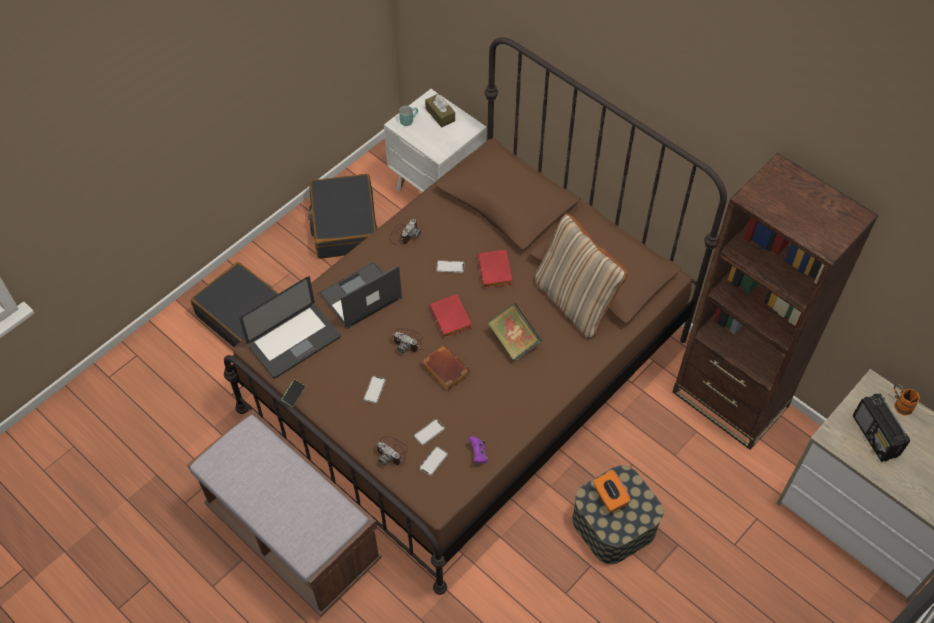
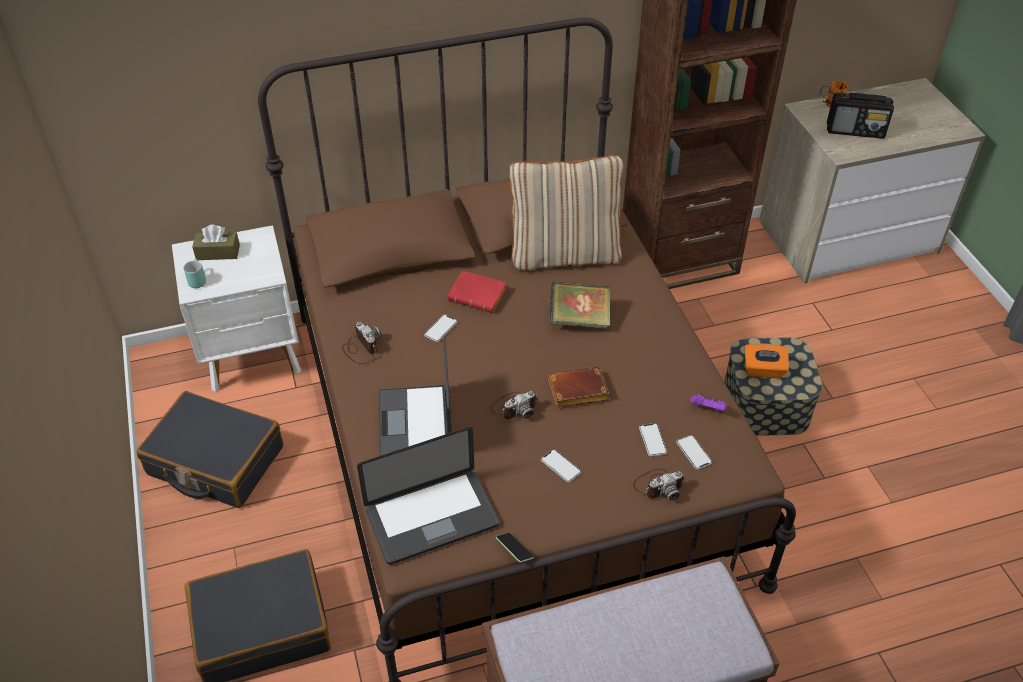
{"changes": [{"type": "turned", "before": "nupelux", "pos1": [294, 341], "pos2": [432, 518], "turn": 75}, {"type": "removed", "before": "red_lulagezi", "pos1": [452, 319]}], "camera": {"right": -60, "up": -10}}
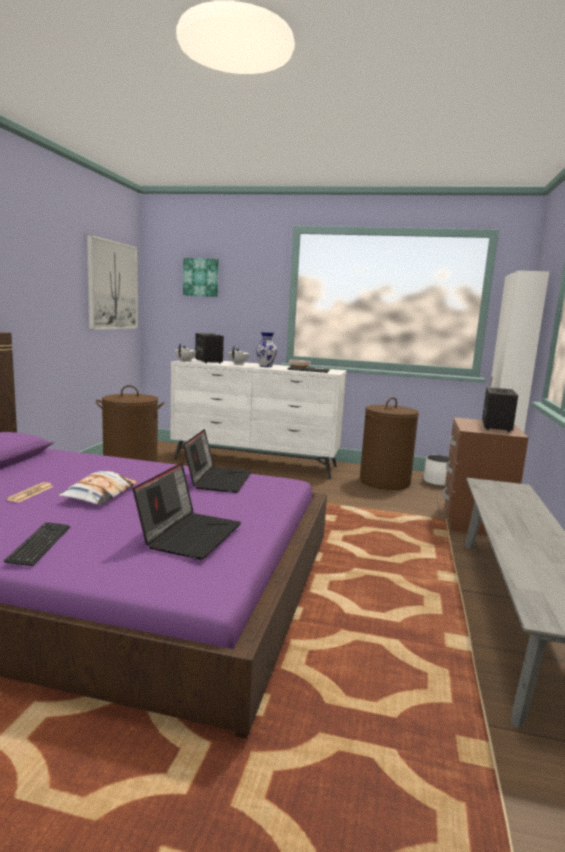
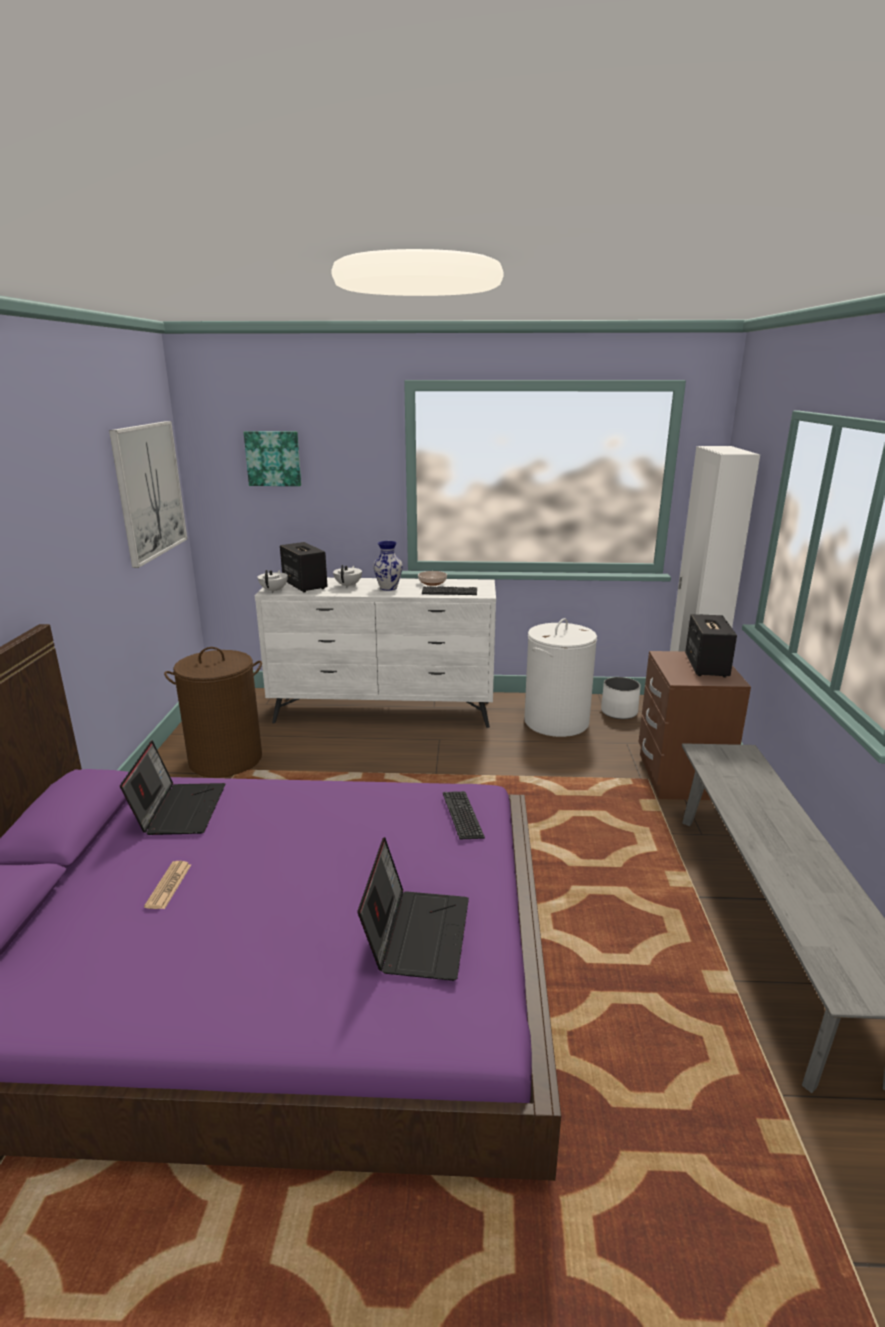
{"changes": [{"type": "moved", "before": "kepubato", "pos1": [39, 545], "pos2": [462, 816]}, {"type": "removed", "before": "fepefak", "pos1": [100, 494]}, {"type": "moved", "before": "nupelux", "pos1": [218, 480], "pos2": [179, 809]}, {"type": "recoloured", "before": "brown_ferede", "after": "white_ferede", "pos1": [384, 481], "pos2": [556, 722]}], "camera": {"right": -10, "up": 10}}
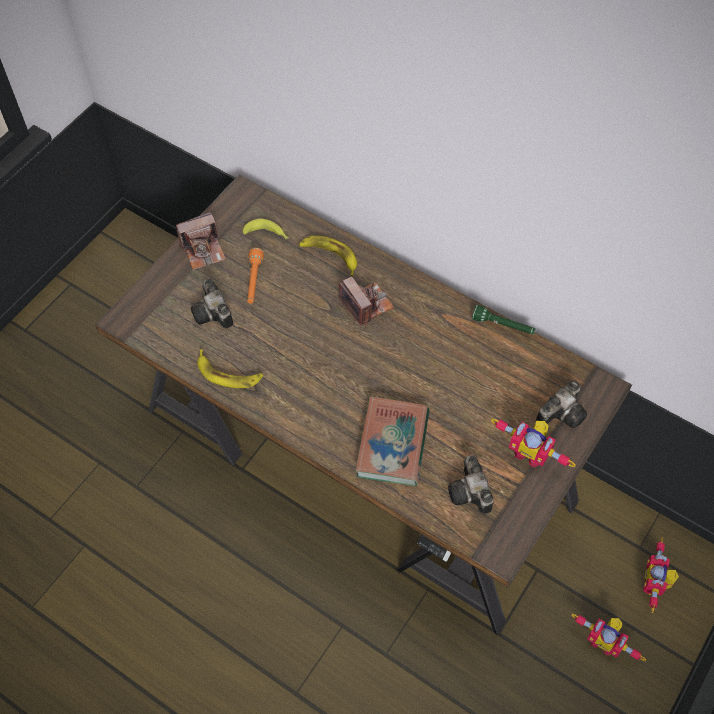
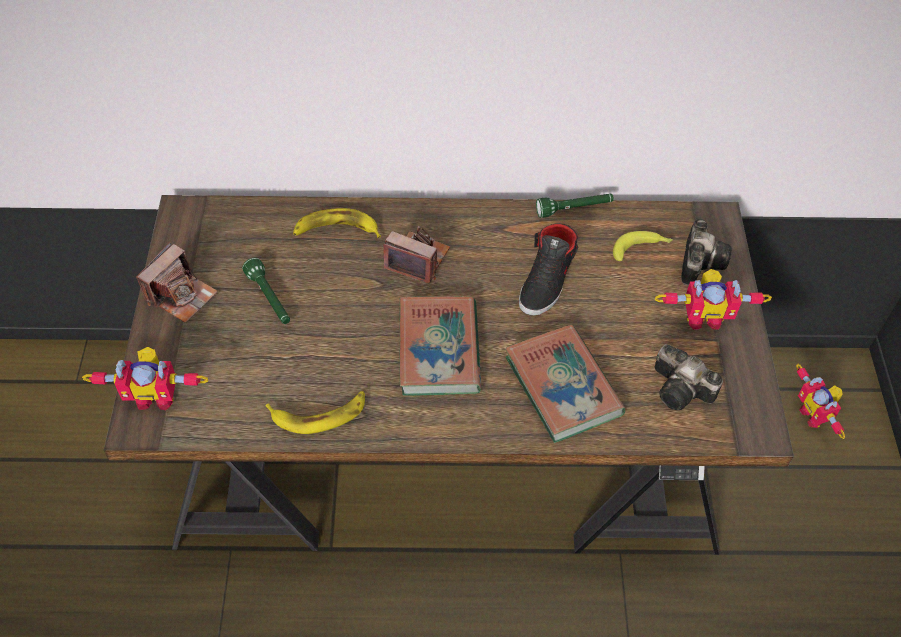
{"changes": [{"type": "removed", "before": "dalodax", "pos1": [214, 314]}, {"type": "moved", "before": "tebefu", "pos1": [267, 234], "pos2": [641, 249]}, {"type": "recoloured", "before": "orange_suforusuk", "after": "green_suforusuk", "pos1": [254, 281], "pos2": [269, 298]}, {"type": "moved", "before": "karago", "pos1": [604, 641], "pos2": [156, 395]}, {"type": "added", "after": "lulagezi", "pos2": [439, 350]}, {"type": "added", "after": "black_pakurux", "pos2": [547, 281]}], "camera": {"right": -35, "up": -5}}
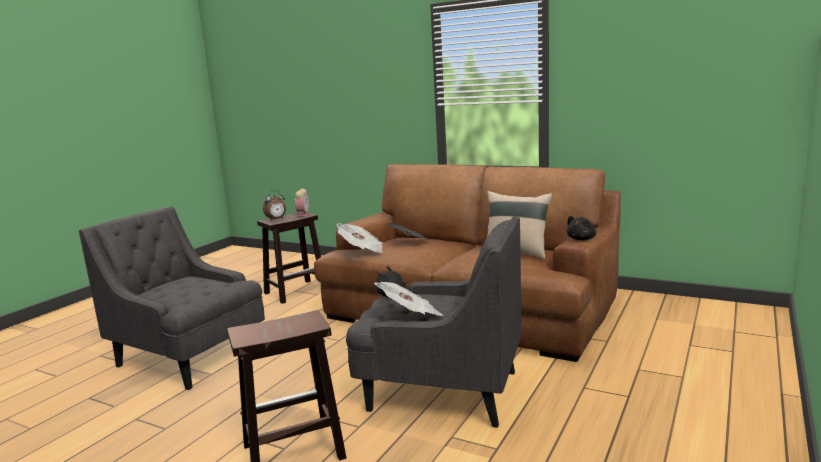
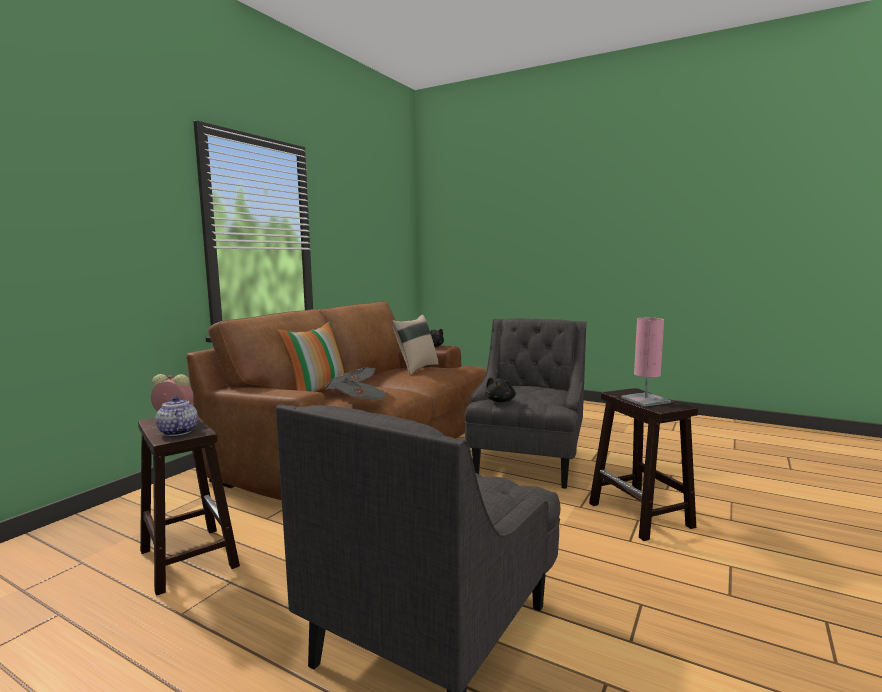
{"changes": [{"type": "replaced", "before": "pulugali", "after": "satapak", "pos1": [276, 219], "pos2": [177, 432]}, {"type": "removed", "before": "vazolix", "pos1": [410, 315]}, {"type": "added", "after": "fepefak", "pos2": [317, 391]}, {"type": "added", "after": "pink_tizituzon", "pos2": [645, 400]}], "camera": {"right": -90, "up": -5}}
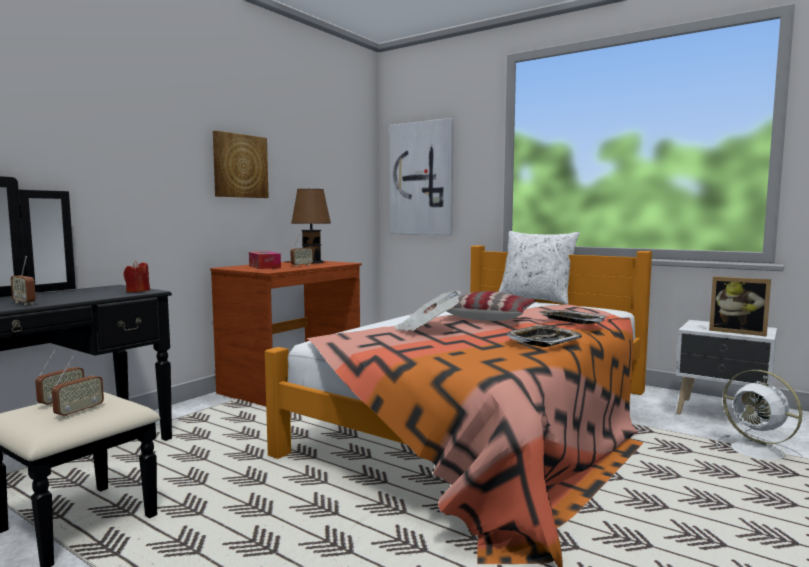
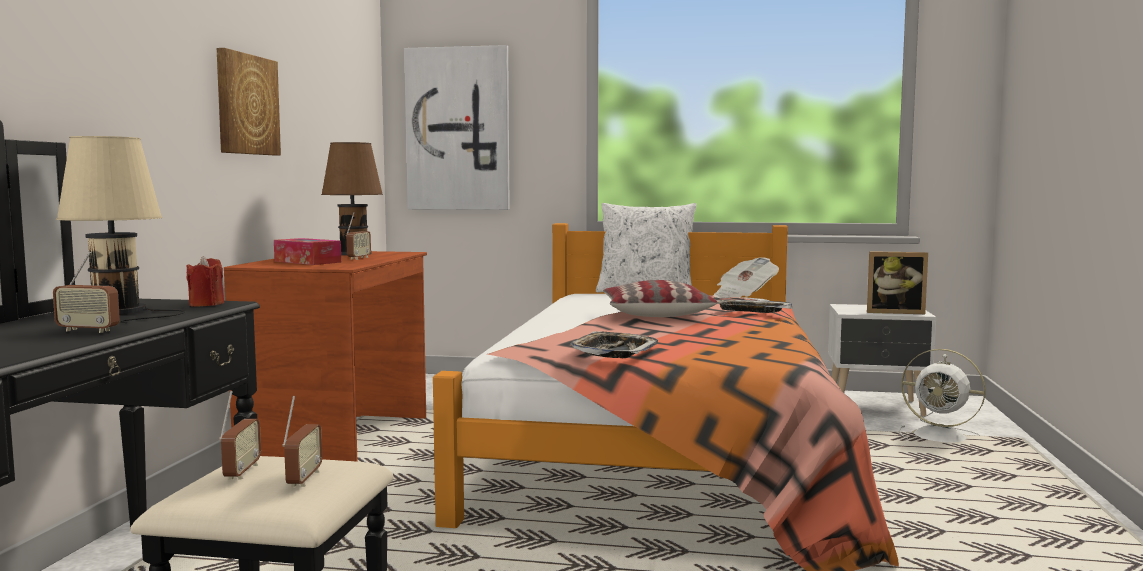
{"changes": [{"type": "moved", "before": "vazolix", "pos1": [427, 329], "pos2": [743, 296]}, {"type": "moved", "before": "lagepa", "pos1": [543, 341], "pos2": [614, 352]}, {"type": "added", "after": "beige_tizituzon", "pos2": [121, 311]}], "camera": {"right": -25, "up": 0}}
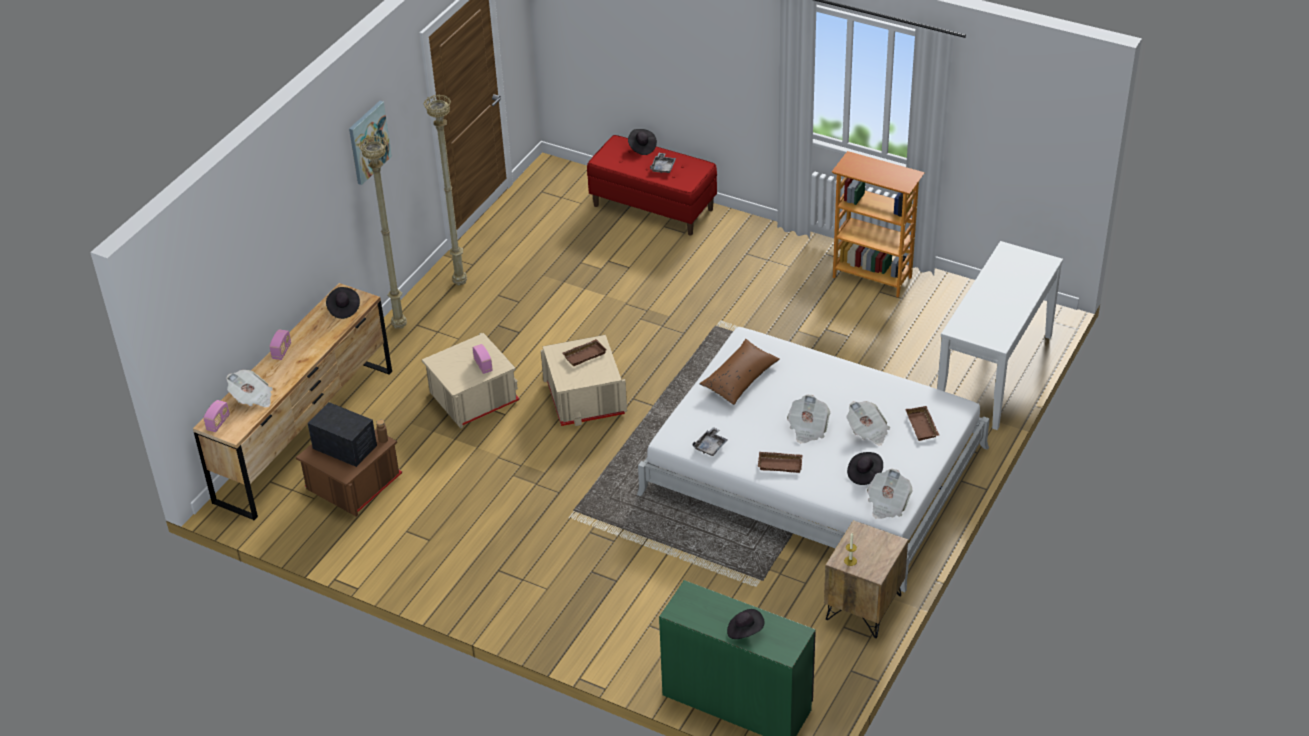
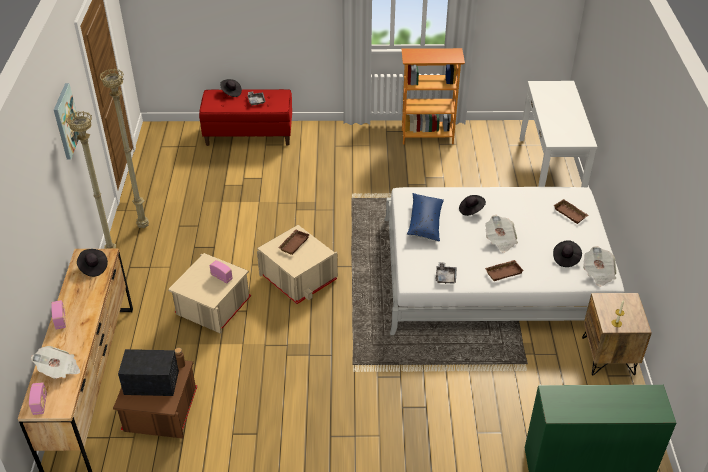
{"changes": [{"type": "recoloured", "before": "brown_fepefak", "after": "blue_fepefak", "pos1": [739, 379], "pos2": [425, 222]}, {"type": "moved", "before": "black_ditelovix", "pos1": [745, 631], "pos2": [471, 210]}, {"type": "removed", "before": "vazolix", "pos1": [868, 431]}], "camera": {"right": -30, "up": 0}}
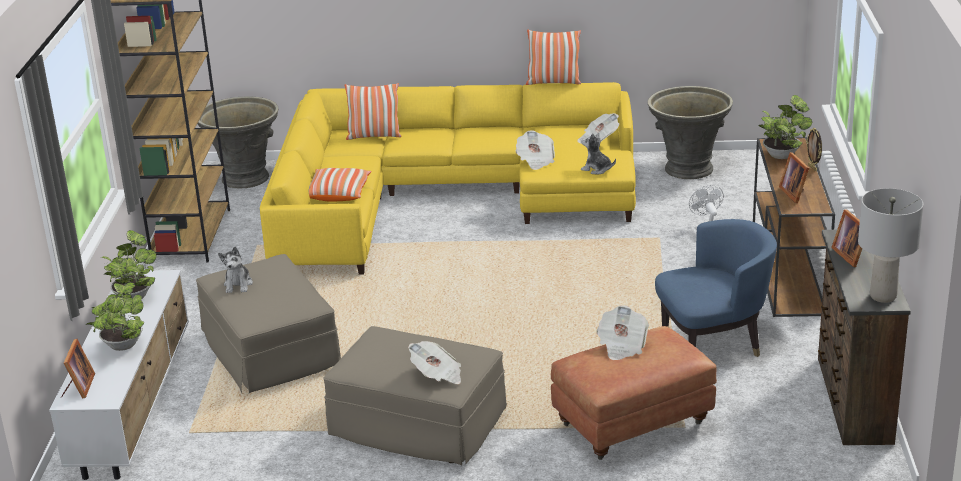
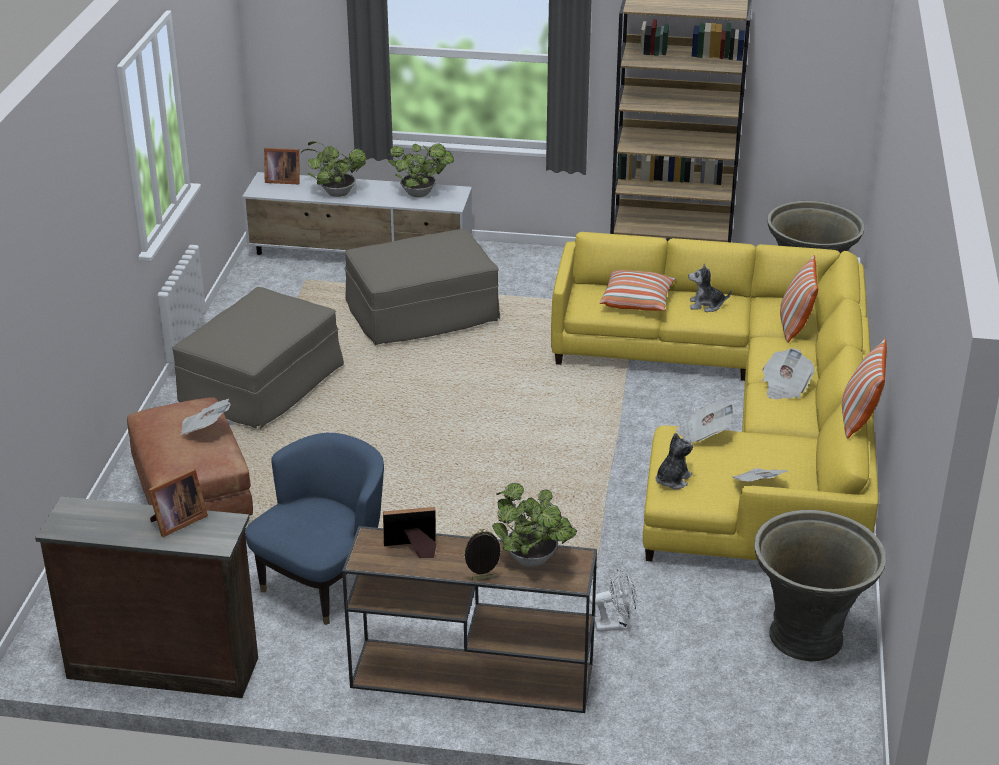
{"changes": [{"type": "moved", "before": "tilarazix", "pos1": [238, 285], "pos2": [706, 305]}, {"type": "moved", "before": "vazolix", "pos1": [437, 375], "pos2": [785, 387]}, {"type": "turned", "before": "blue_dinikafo", "pos1": [713, 343], "pos2": [324, 582], "turn": -135}, {"type": "turned", "before": "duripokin", "pos1": [850, 255], "pos2": [176, 522], "turn": 150}, {"type": "removed", "before": "grey_tizituzon", "pos1": [882, 296]}], "camera": {"right": 95, "up": 5}}
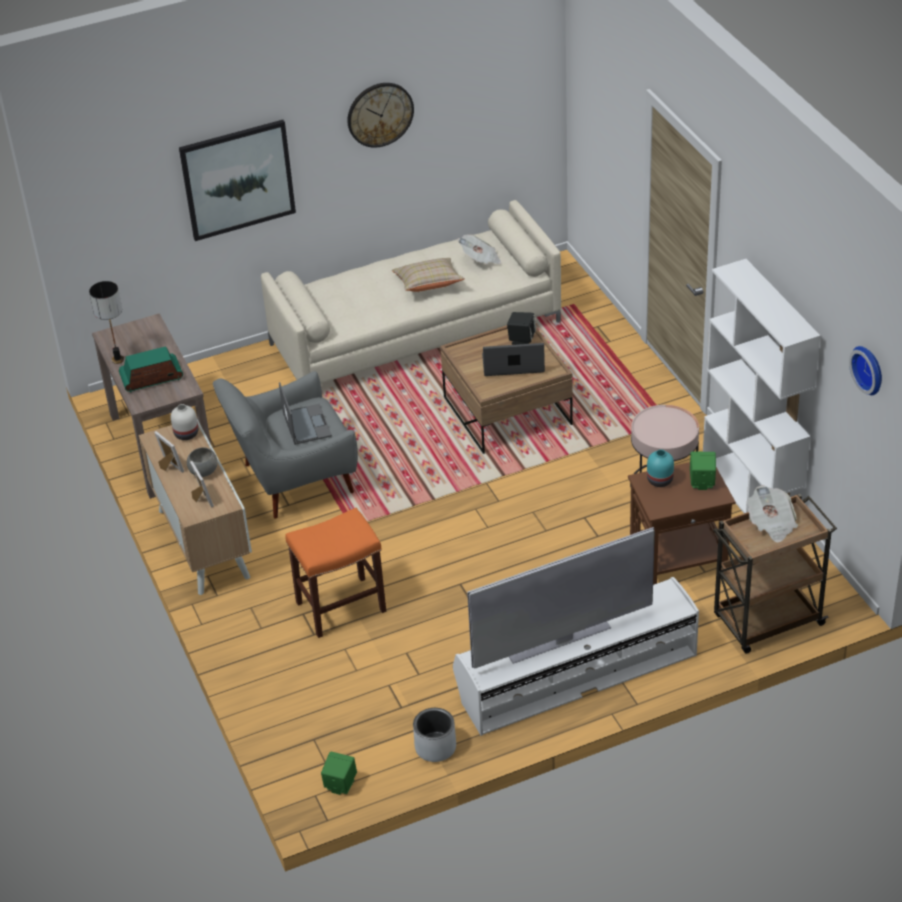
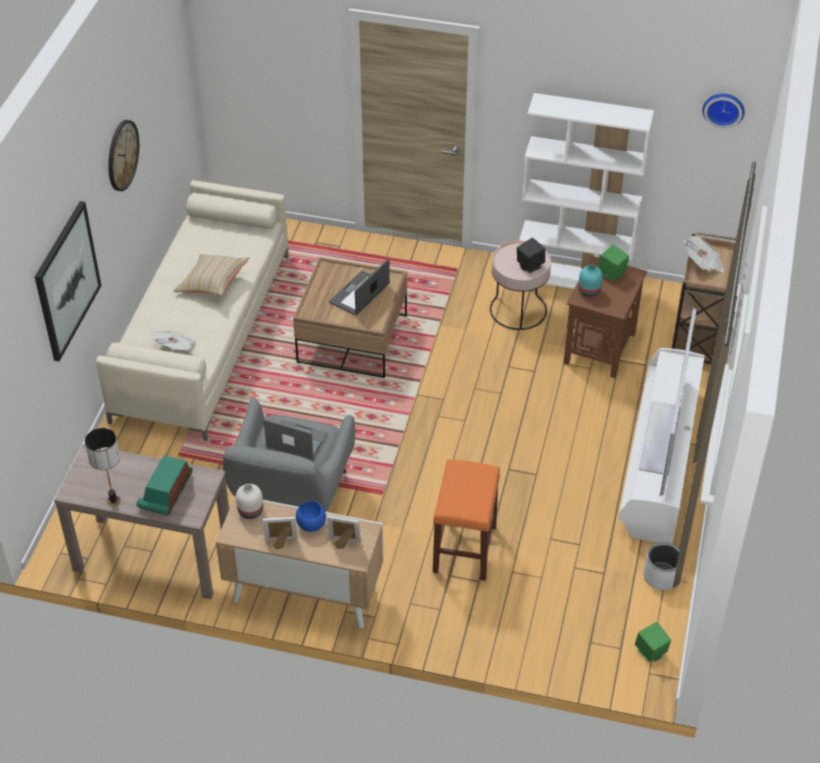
{"changes": [{"type": "recoloured", "before": "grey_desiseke", "after": "blue_desiseke", "pos1": [203, 472], "pos2": [311, 525]}, {"type": "moved", "before": "vazolix", "pos1": [480, 259], "pos2": [175, 348]}, {"type": "moved", "before": "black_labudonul", "pos1": [521, 339], "pos2": [529, 265]}], "camera": {"right": -55, "up": 5}}
